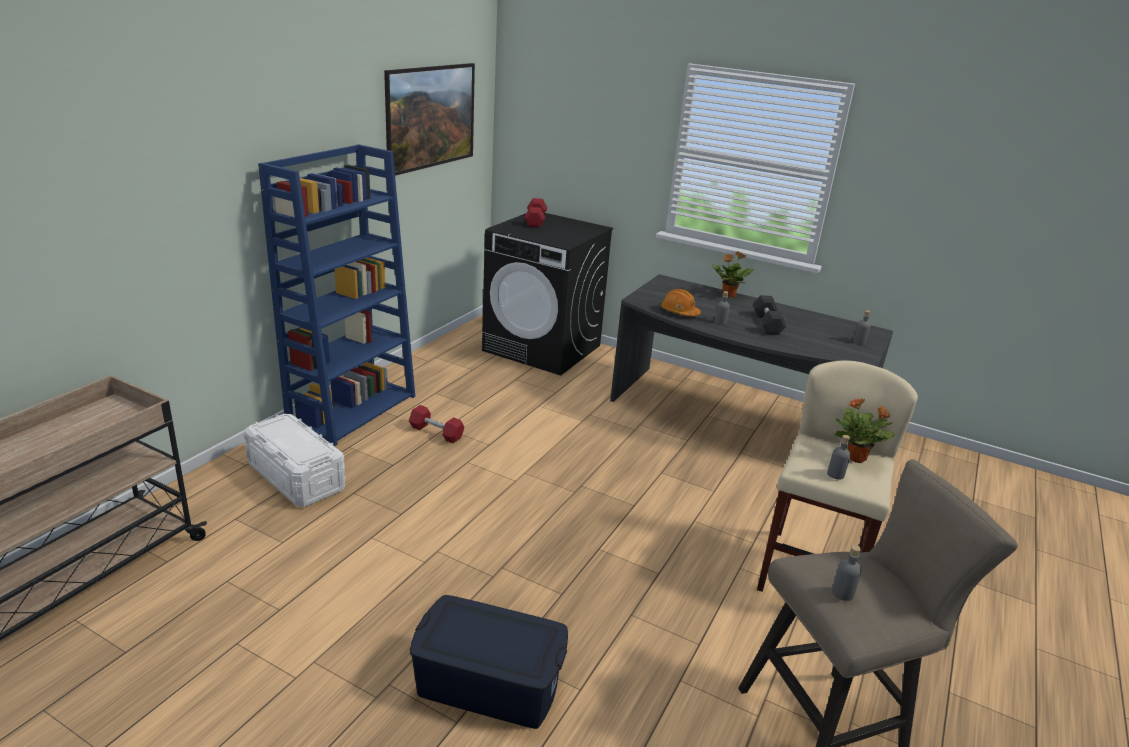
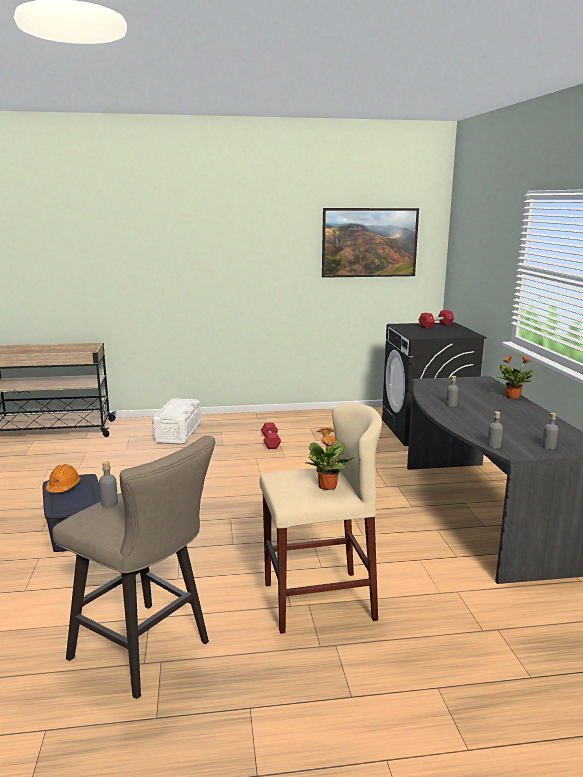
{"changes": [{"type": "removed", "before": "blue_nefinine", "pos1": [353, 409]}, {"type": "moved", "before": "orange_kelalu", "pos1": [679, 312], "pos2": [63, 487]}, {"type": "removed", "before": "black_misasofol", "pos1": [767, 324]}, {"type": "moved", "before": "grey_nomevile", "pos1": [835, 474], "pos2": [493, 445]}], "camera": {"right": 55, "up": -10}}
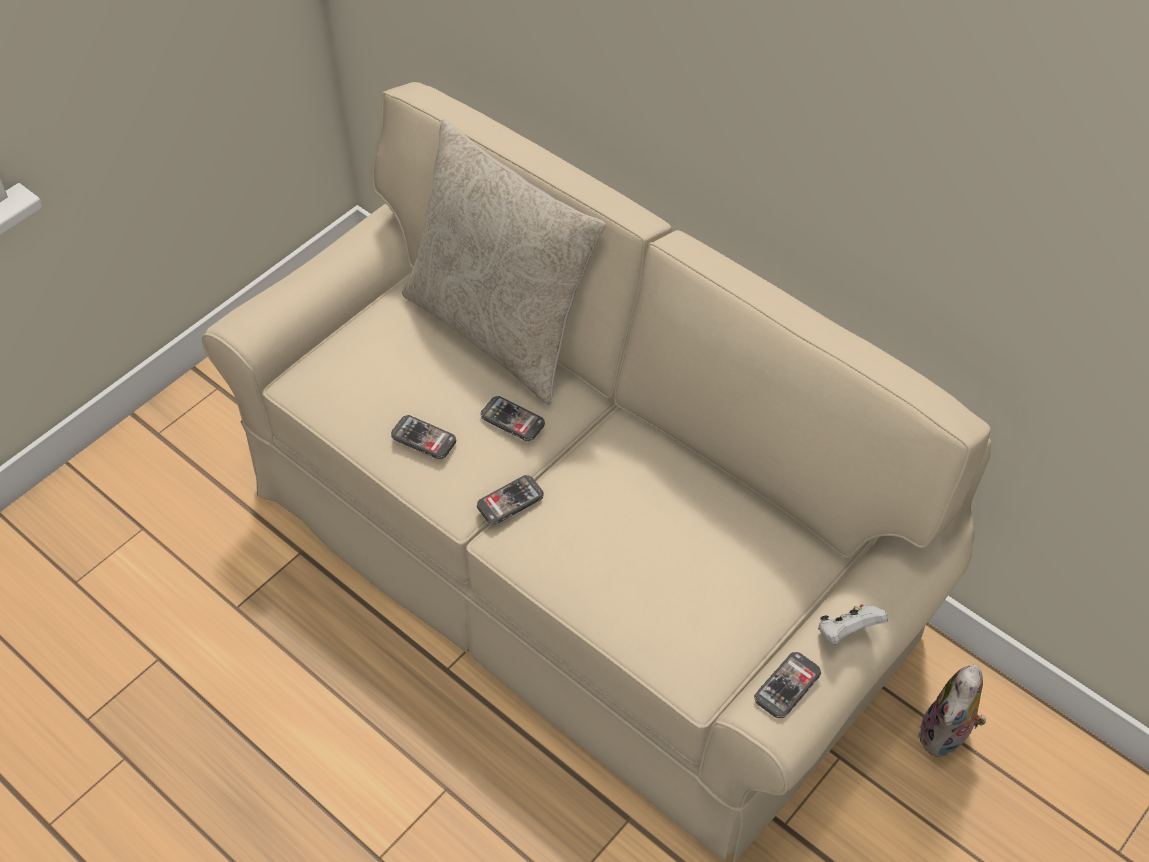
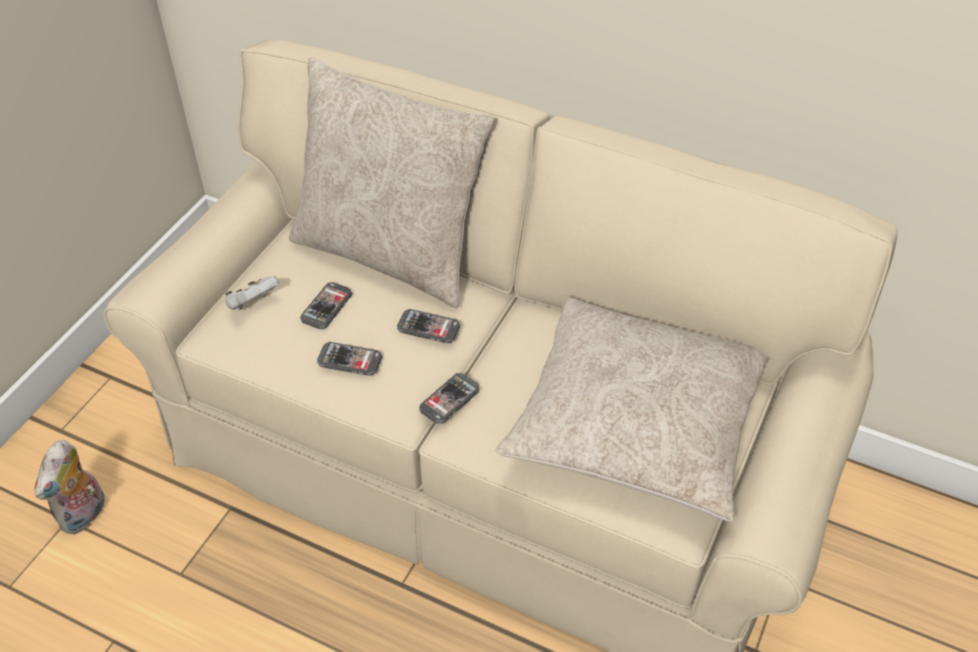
{"changes": [{"type": "moved", "before": "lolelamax", "pos1": [787, 686], "pos2": [326, 307]}, {"type": "moved", "before": "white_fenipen", "pos1": [847, 632], "pos2": [252, 304]}, {"type": "moved", "before": "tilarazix", "pos1": [946, 736], "pos2": [84, 515]}, {"type": "added", "after": "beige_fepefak", "pos2": [636, 421]}], "camera": {"right": -15, "up": -5}}
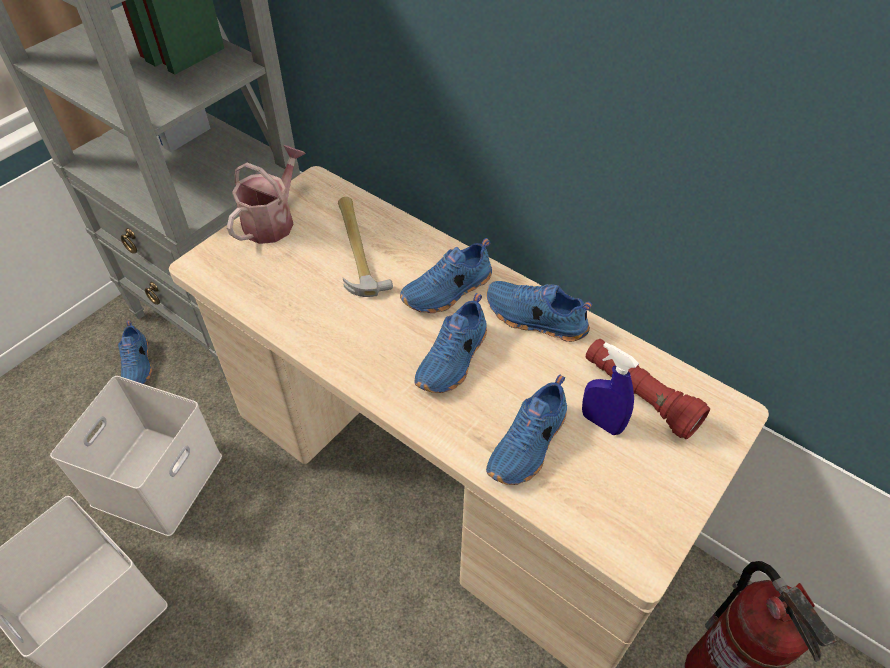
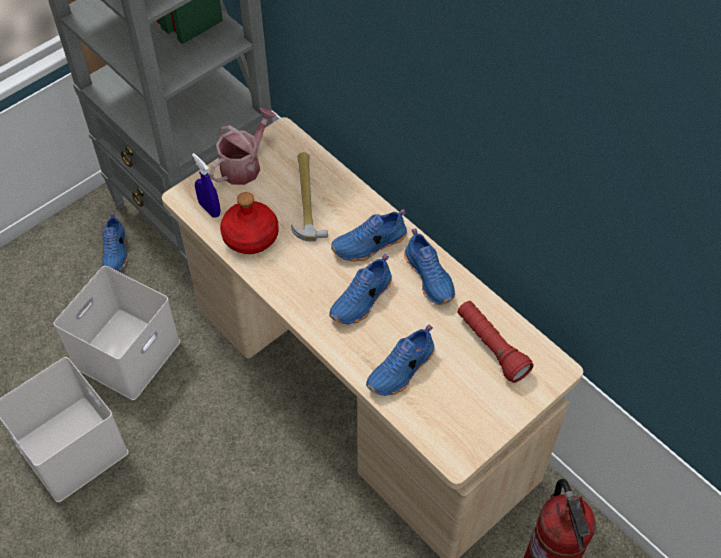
{"changes": [{"type": "turned", "before": "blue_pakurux", "pos1": [534, 319], "pos2": [430, 277], "turn": -150}, {"type": "moved", "before": "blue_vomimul", "pos1": [601, 422], "pos2": [209, 209]}, {"type": "added", "after": "red_nomevile", "pos2": [251, 236]}], "camera": {"right": 10, "up": 5}}
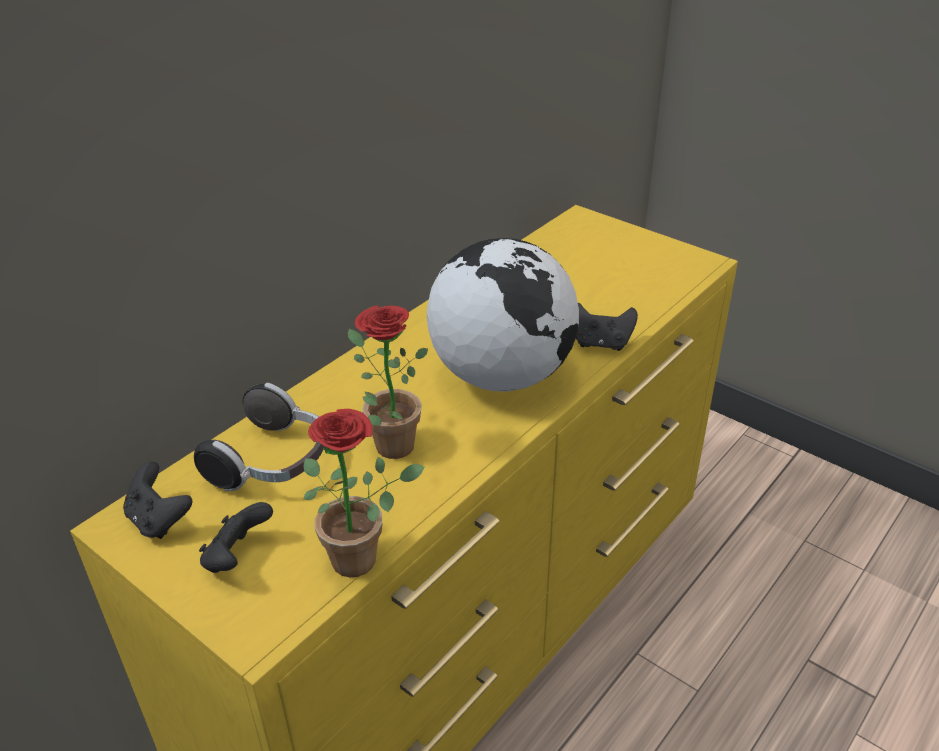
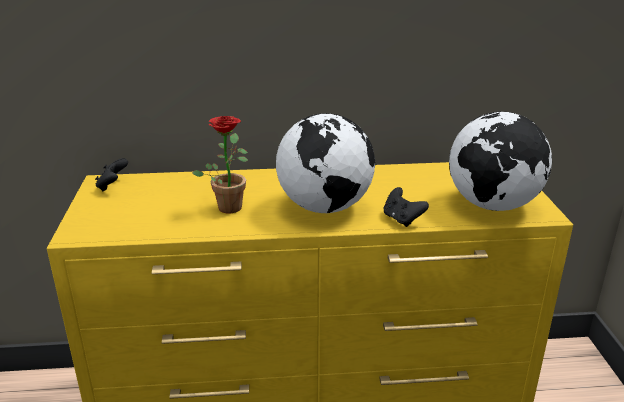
{"changes": [{"type": "removed", "before": "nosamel", "pos1": [273, 463]}, {"type": "removed", "before": "black_fenipen", "pos1": [237, 557]}, {"type": "removed", "before": "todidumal", "pos1": [363, 557]}, {"type": "added", "after": "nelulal", "pos2": [493, 205]}], "camera": {"right": 45, "up": -10}}
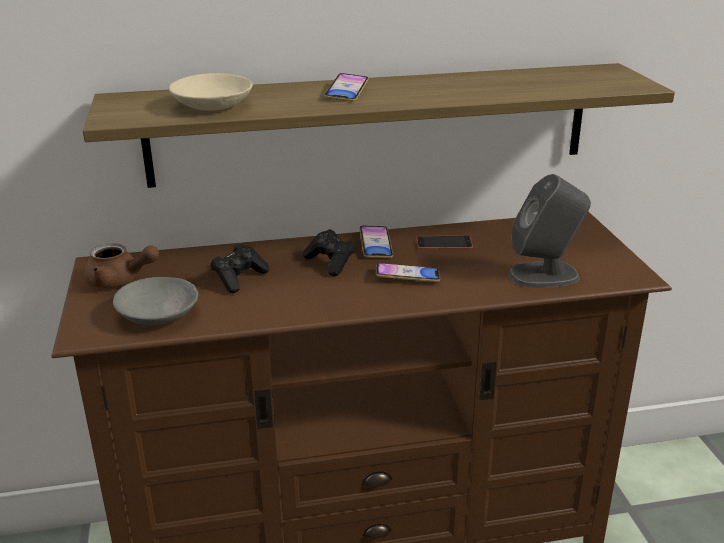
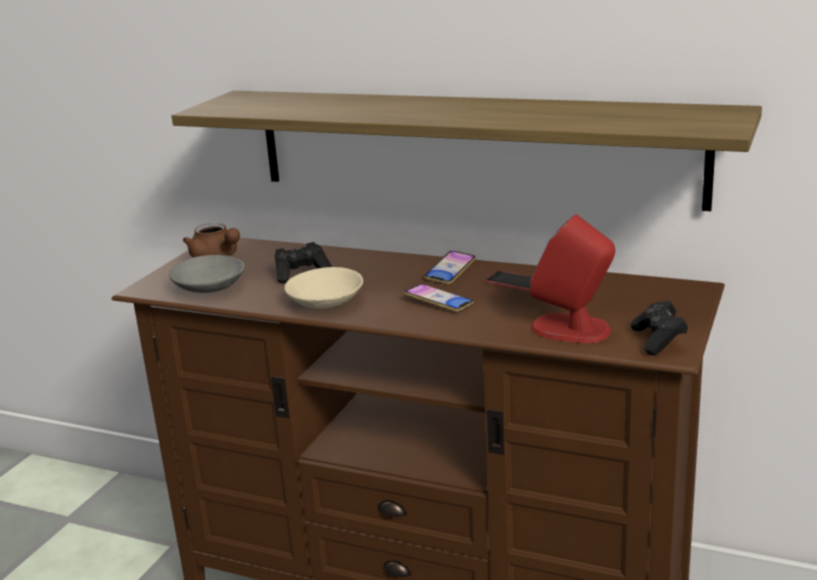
{"changes": [{"type": "moved", "before": "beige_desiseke", "pos1": [213, 106], "pos2": [325, 302]}, {"type": "moved", "before": "black_fenipen", "pos1": [331, 263], "pos2": [658, 340]}, {"type": "removed", "before": "lolelamax", "pos1": [347, 92]}, {"type": "recoloured", "before": "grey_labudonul", "after": "red_labudonul", "pos1": [544, 275], "pos2": [571, 329]}], "camera": {"right": 35, "up": -5}}
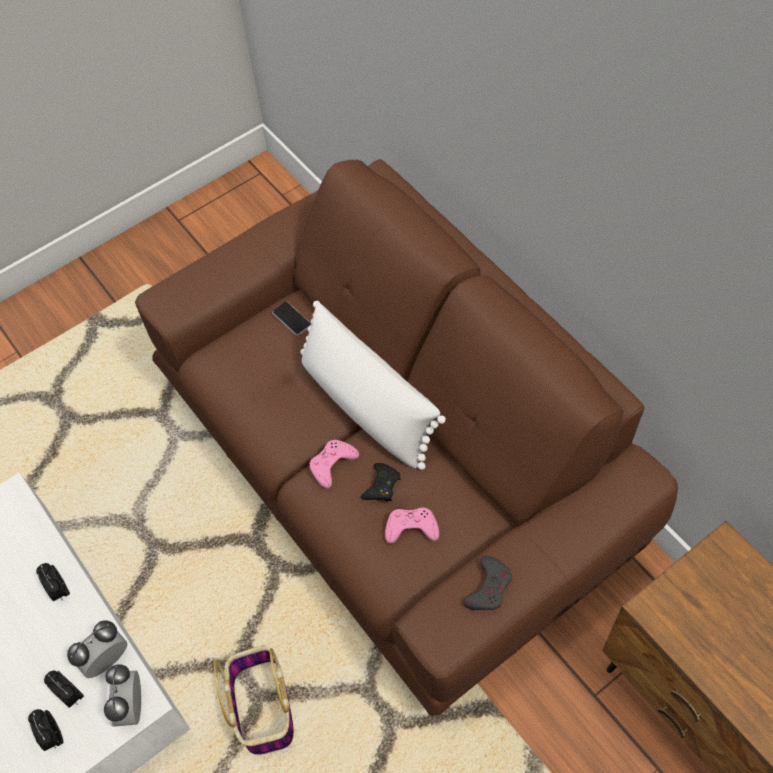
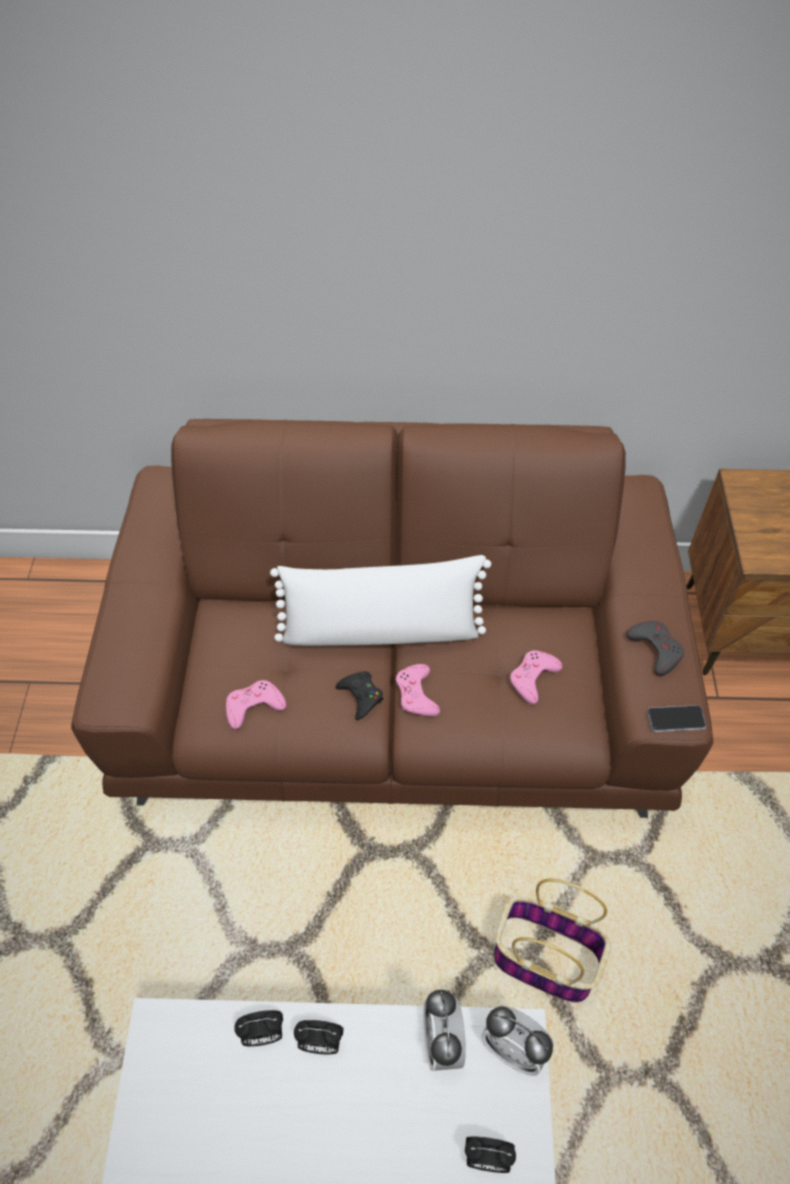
{"changes": [{"type": "moved", "before": "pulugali", "pos1": [70, 695], "pos2": [263, 1034]}, {"type": "moved", "before": "lolelamax", "pos1": [291, 319], "pos2": [676, 719]}, {"type": "moved", "before": "black_fenipen", "pos1": [381, 485], "pos2": [361, 696]}, {"type": "added", "after": "pink_fenipen", "pos2": [253, 706]}], "camera": {"right": -55, "up": -5}}
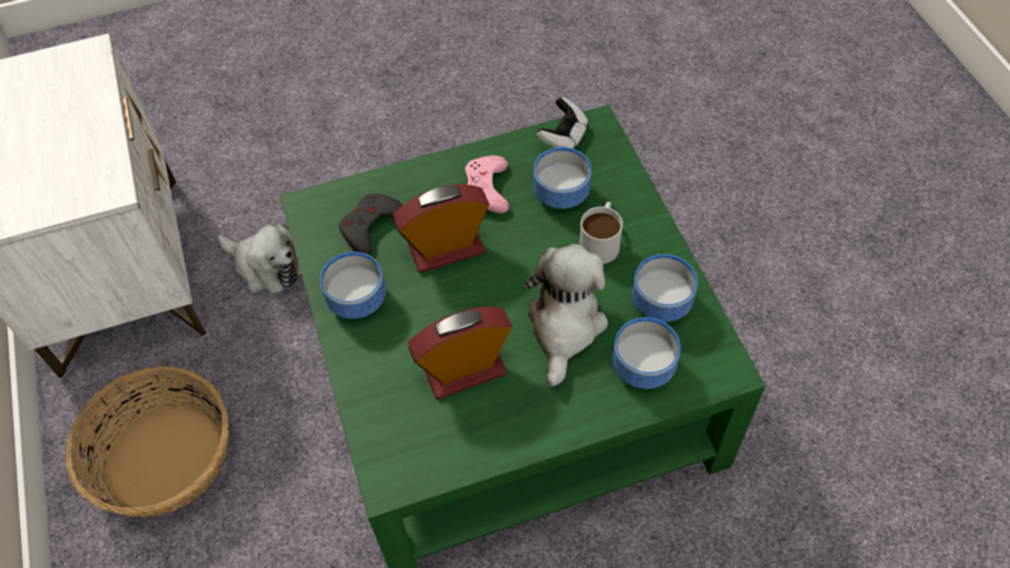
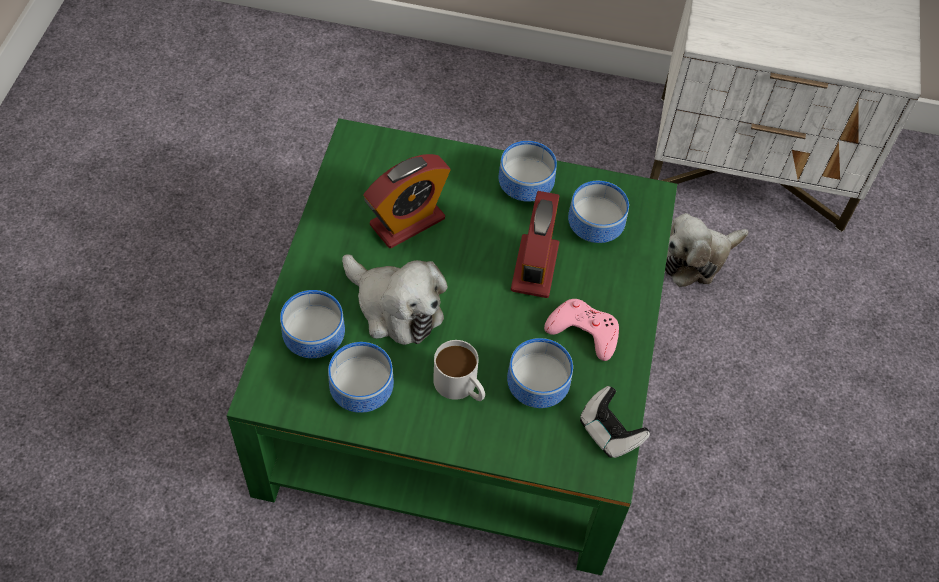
{"changes": [{"type": "removed", "before": "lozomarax", "pos1": [164, 459]}, {"type": "replaced", "before": "grey_fenipen", "after": "desiseke", "pos1": [371, 226], "pos2": [597, 228]}, {"type": "turned", "before": "pulugali", "pos1": [464, 370], "pos2": [407, 222], "turn": 45}], "camera": {"right": 115, "up": 0}}
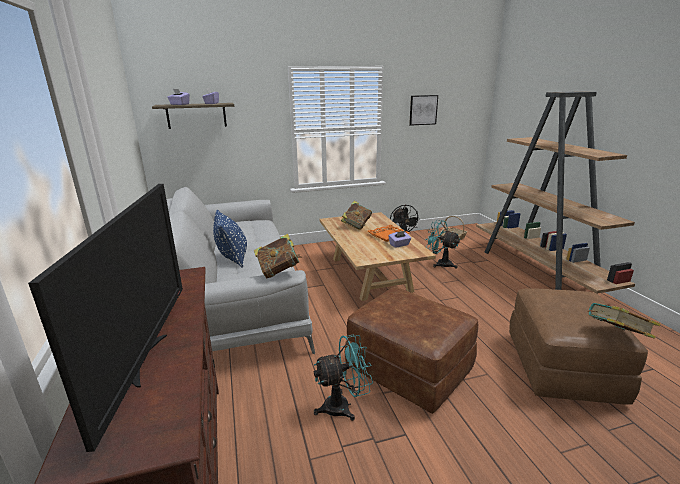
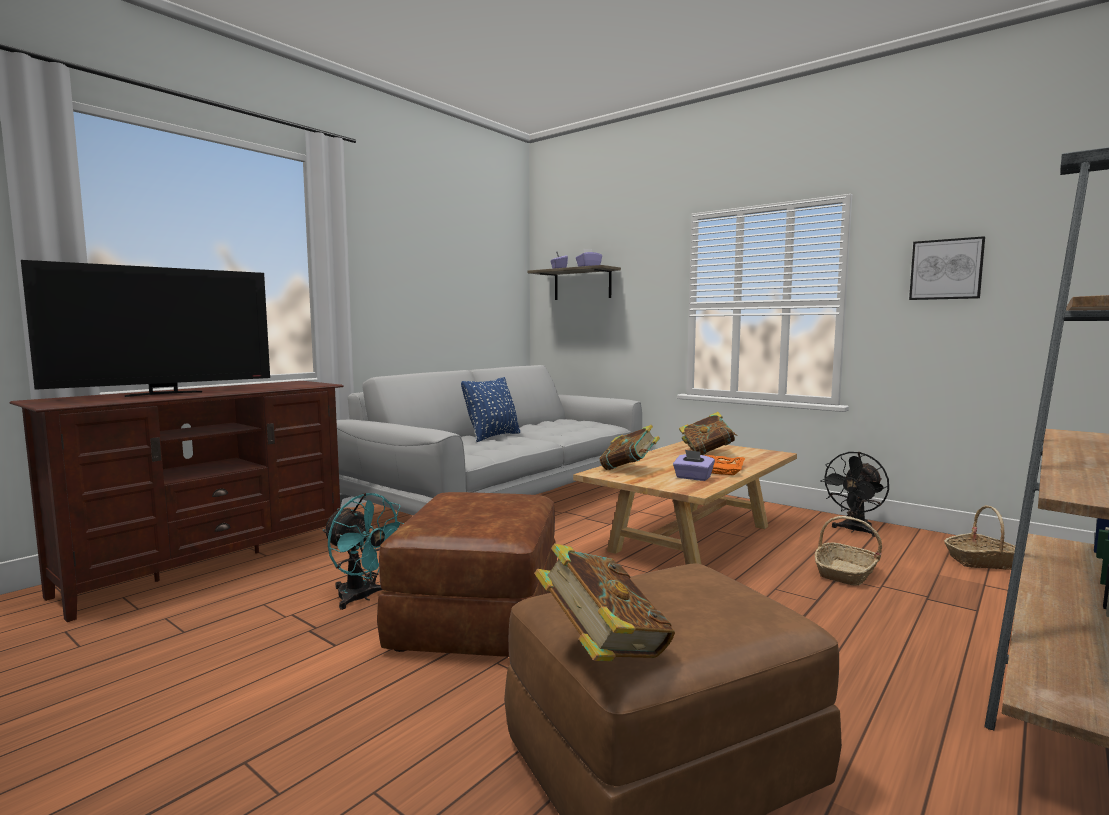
{"changes": [{"type": "moved", "before": "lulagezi", "pos1": [279, 271], "pos2": [629, 469]}, {"type": "replaced", "before": "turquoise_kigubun", "after": "lozomarax", "pos1": [440, 263], "pos2": [846, 573]}], "camera": {"right": 55, "up": -15}}
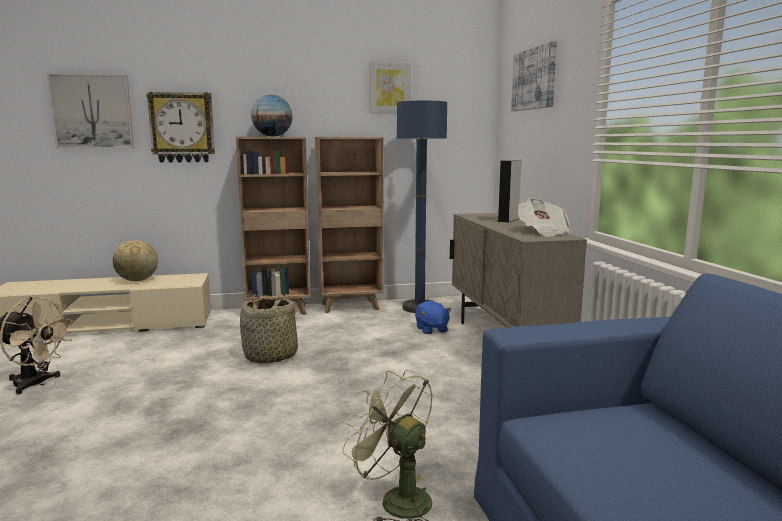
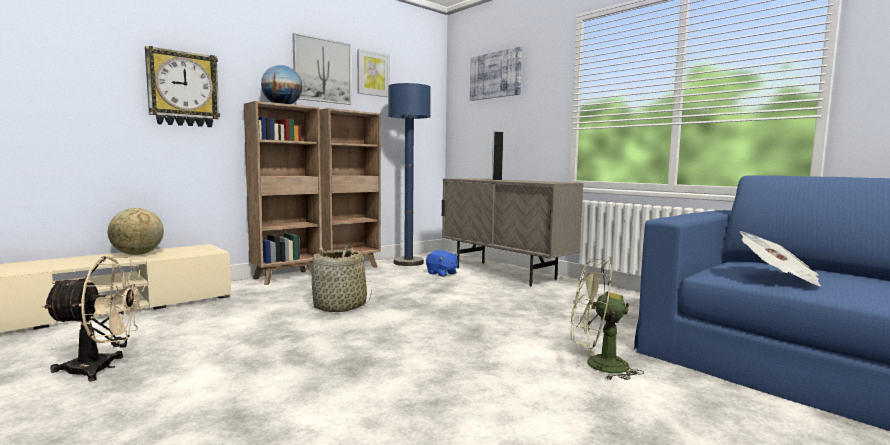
{"changes": [{"type": "moved", "before": "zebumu", "pos1": [92, 111], "pos2": [322, 70]}, {"type": "moved", "before": "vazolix", "pos1": [542, 232], "pos2": [778, 277]}], "camera": {"right": -30, "up": -5}}
